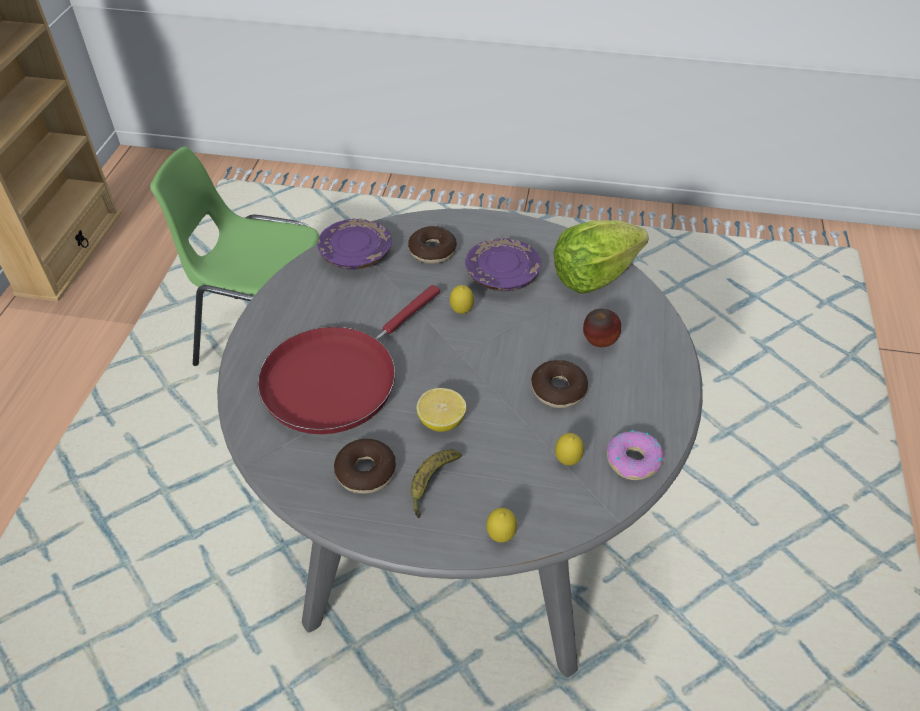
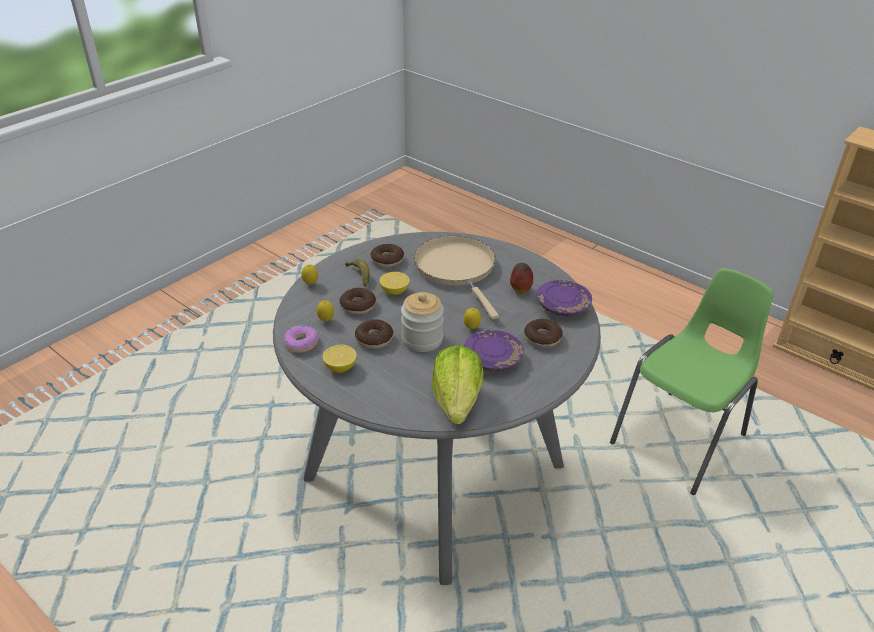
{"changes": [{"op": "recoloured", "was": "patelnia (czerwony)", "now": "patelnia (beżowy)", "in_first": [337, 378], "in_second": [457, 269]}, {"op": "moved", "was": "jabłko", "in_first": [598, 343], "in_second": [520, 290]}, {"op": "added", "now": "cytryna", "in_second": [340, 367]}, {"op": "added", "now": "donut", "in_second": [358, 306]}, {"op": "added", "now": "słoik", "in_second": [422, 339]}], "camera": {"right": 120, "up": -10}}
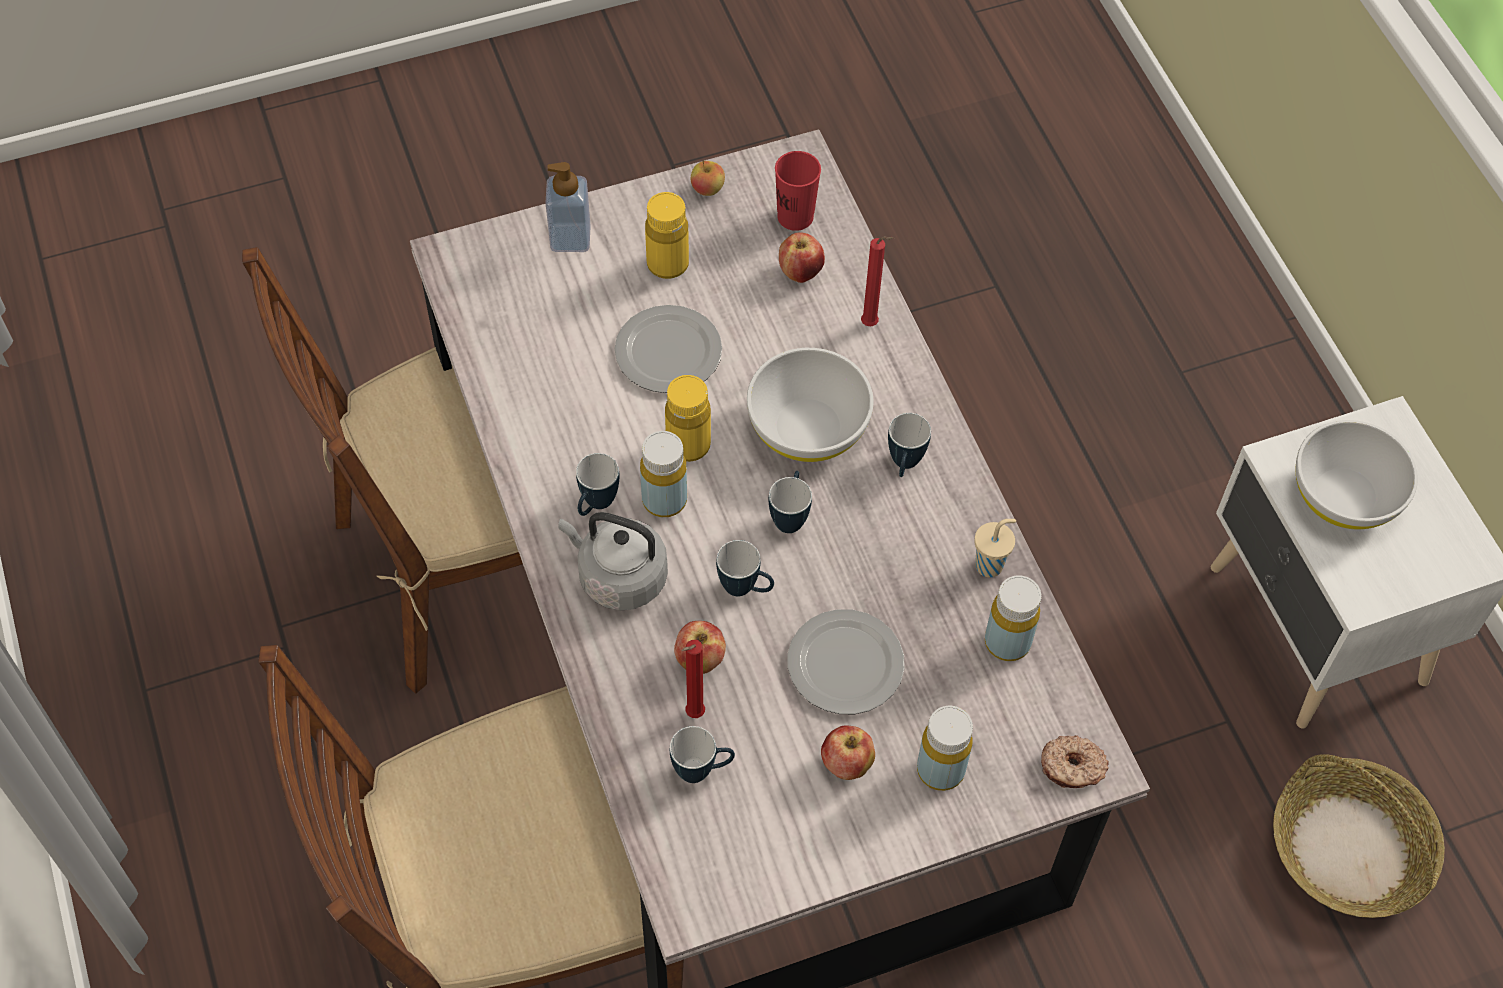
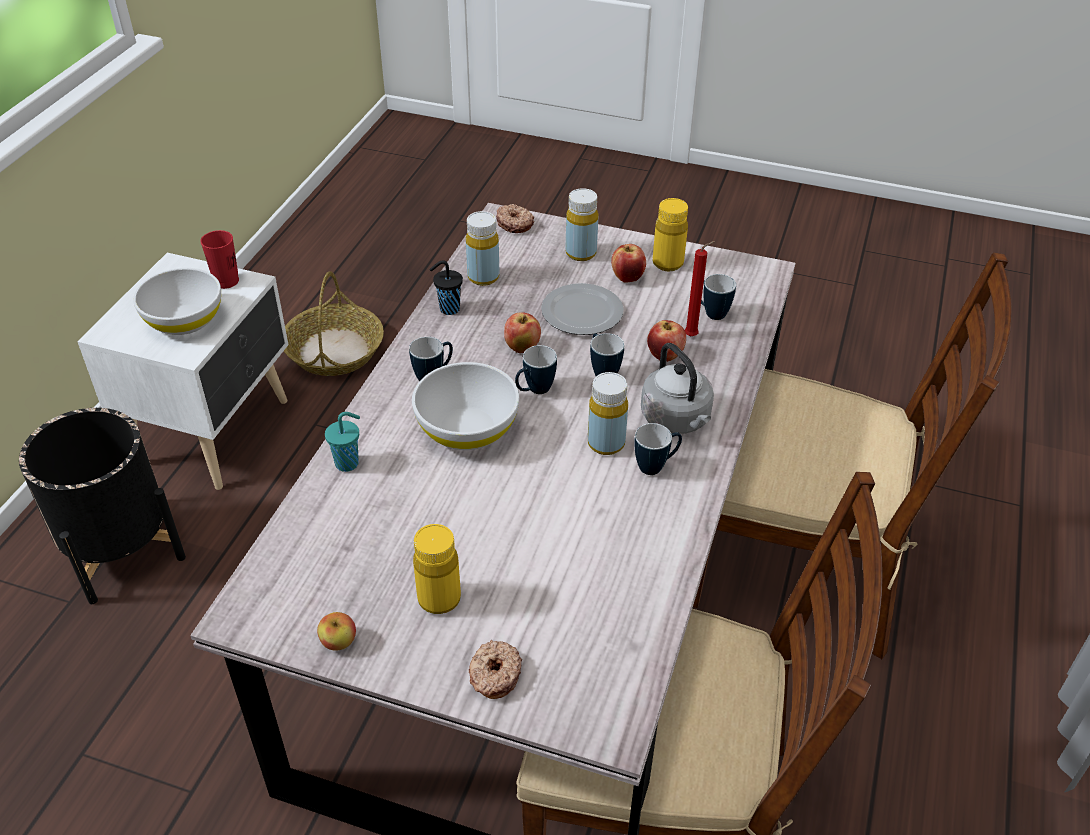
{"changes": [{"op": "replaced", "was": "dozownik mydła", "now": "donut", "in_first": [570, 238], "in_second": [494, 675]}, {"op": "removed", "was": "talerz", "in_first": [667, 351]}, {"op": "moved", "was": "butelka (żółty)", "in_first": [688, 445], "in_second": [667, 263]}, {"op": "moved", "was": "filiżanka (czerwony)", "in_first": [795, 216], "in_second": [226, 281]}, {"op": "moved", "was": "jabłko", "in_first": [800, 272], "in_second": [522, 348]}, {"op": "replaced", "was": "świeca (czerwony)", "now": "filiżanka (turkusowy)", "in_first": [872, 324], "in_second": [348, 463]}, {"op": "recoloured", "was": "filiżanka (beżowy)", "now": "filiżanka (czarny)", "in_first": [990, 565], "in_second": [448, 309]}, {"op": "added", "now": "donica (czarny)", "in_second": [120, 550]}], "camera": {"right": -140, "up": -15}}
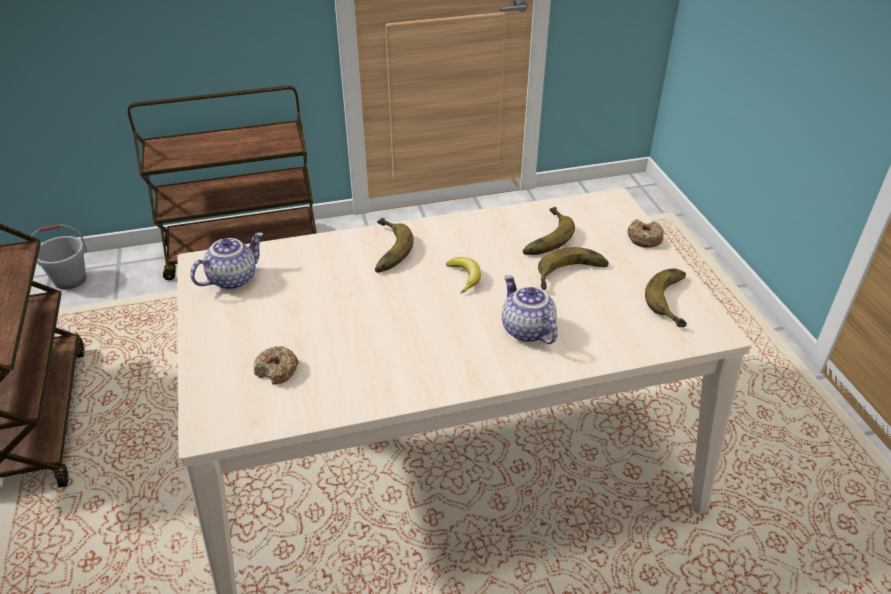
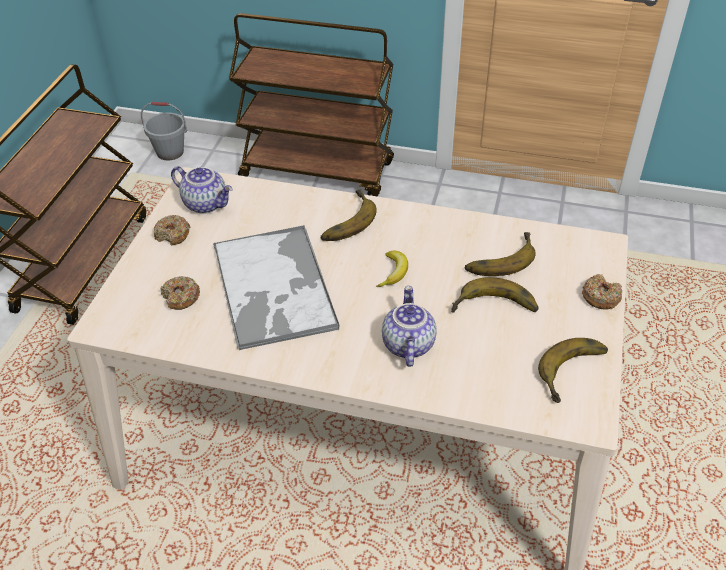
{"changes": [{"op": "turned", "was": "imbryk", "in_first": [232, 278], "in_second": [206, 203], "clockwise": 45}, {"op": "added", "now": "donut", "in_second": [173, 235]}, {"op": "added", "now": "taca", "in_second": [274, 288]}], "camera": {"right": 30, "up": 5}}
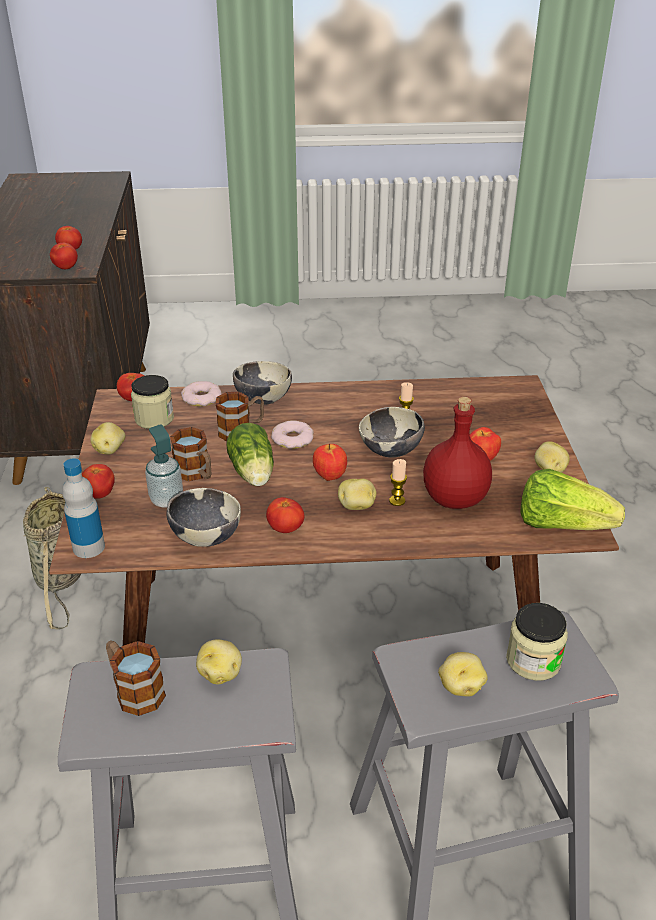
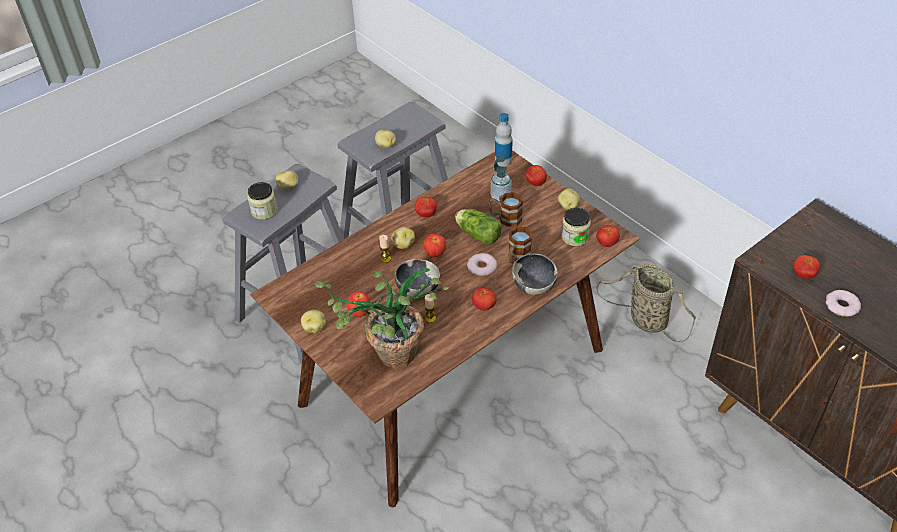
{"changes": [{"op": "moved", "was": "pomidor", "in_first": [66, 267], "in_second": [484, 306]}, {"op": "removed", "was": "kubek", "in_first": [134, 690]}, {"op": "removed", "was": "miska", "in_first": [205, 537]}, {"op": "moved", "was": "donut", "in_first": [202, 398], "in_second": [842, 306]}, {"op": "removed", "was": "butelka (czerwony)", "in_first": [453, 498]}, {"op": "removed", "was": "sałata", "in_first": [561, 524]}, {"op": "added", "now": "roślina doniczkowa", "in_second": [387, 358]}], "camera": {"right": 145, "up": 10}}
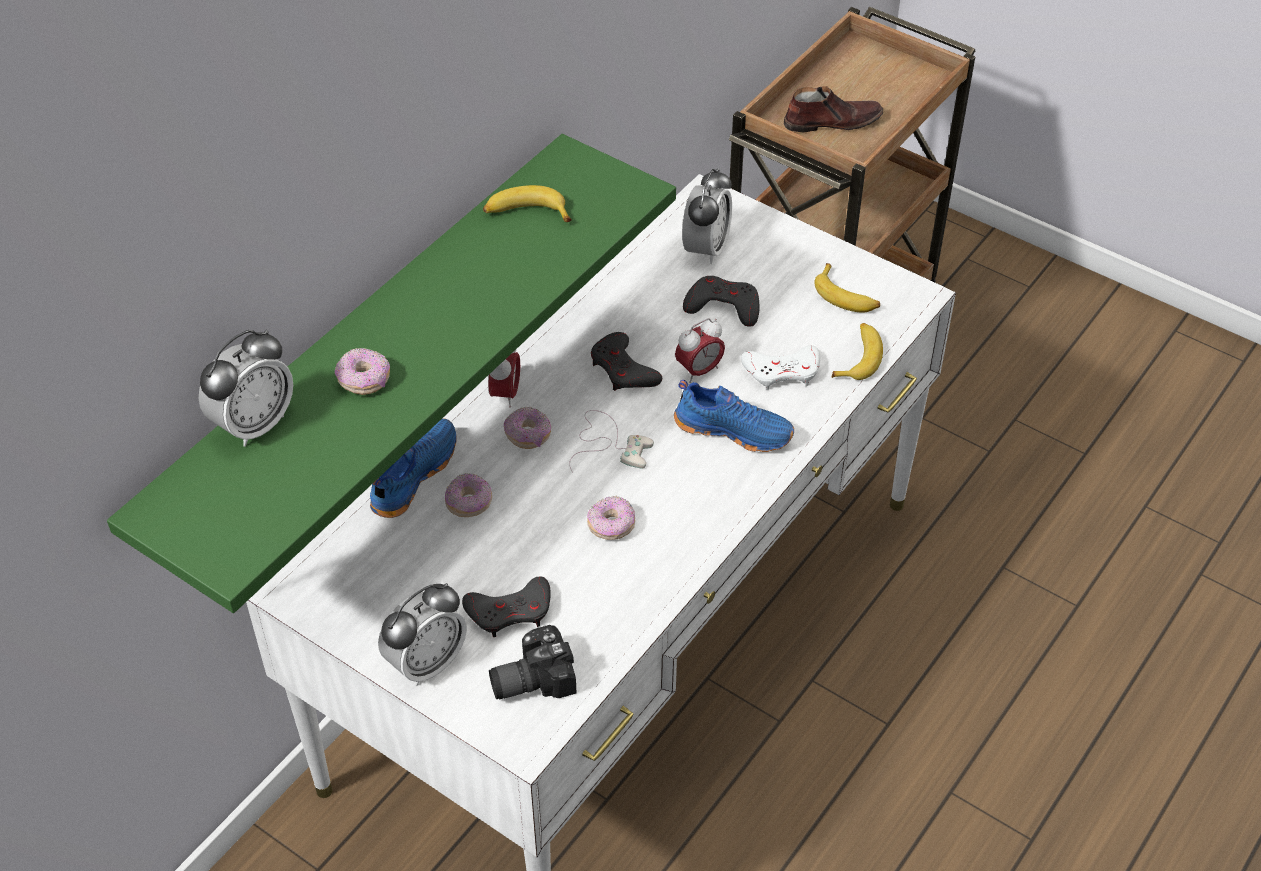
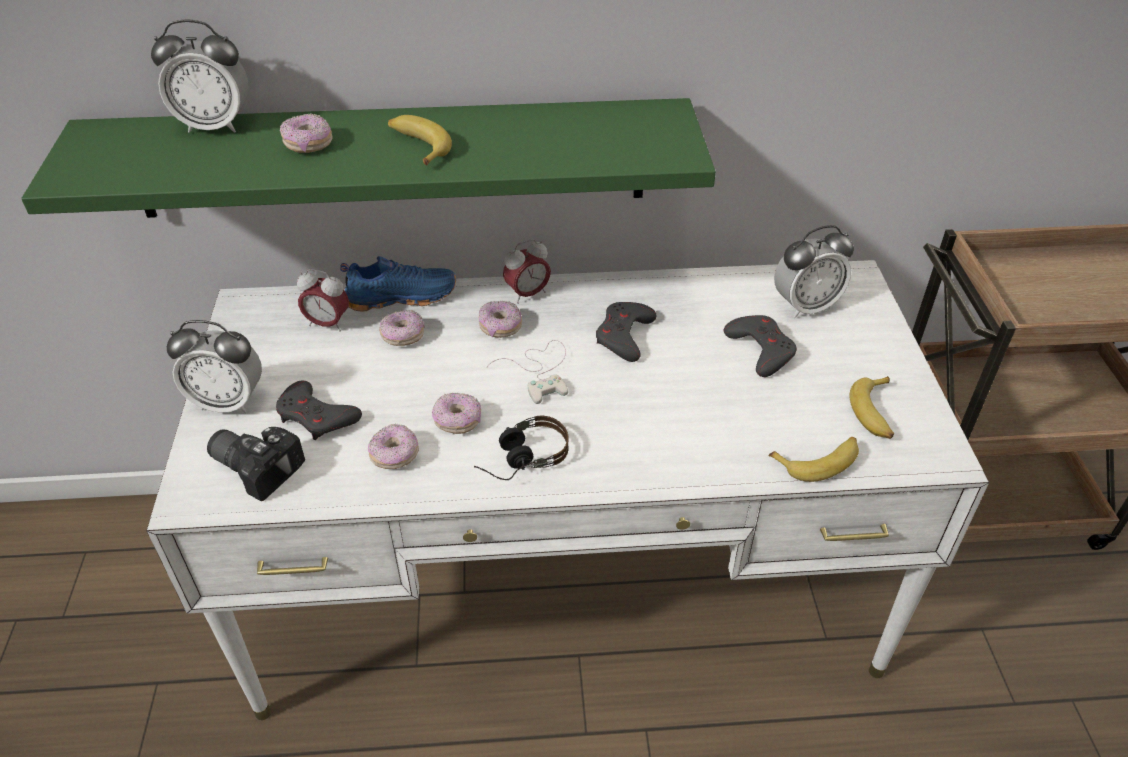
{"changes": [{"op": "moved", "was": "banan", "in_first": [526, 213], "in_second": [418, 146]}, {"op": "removed", "was": "but (niebieski)", "in_first": [734, 429]}, {"op": "moved", "was": "budzik", "in_first": [699, 371], "in_second": [328, 324]}, {"op": "removed", "was": "pad do gier (biały)", "in_first": [782, 371]}, {"op": "removed", "was": "but (brązowy)", "in_first": [832, 122]}, {"op": "added", "now": "donut", "in_second": [395, 455]}, {"op": "added", "now": "słuchawki", "in_second": [519, 459]}], "camera": {"right": 50, "up": -5}}
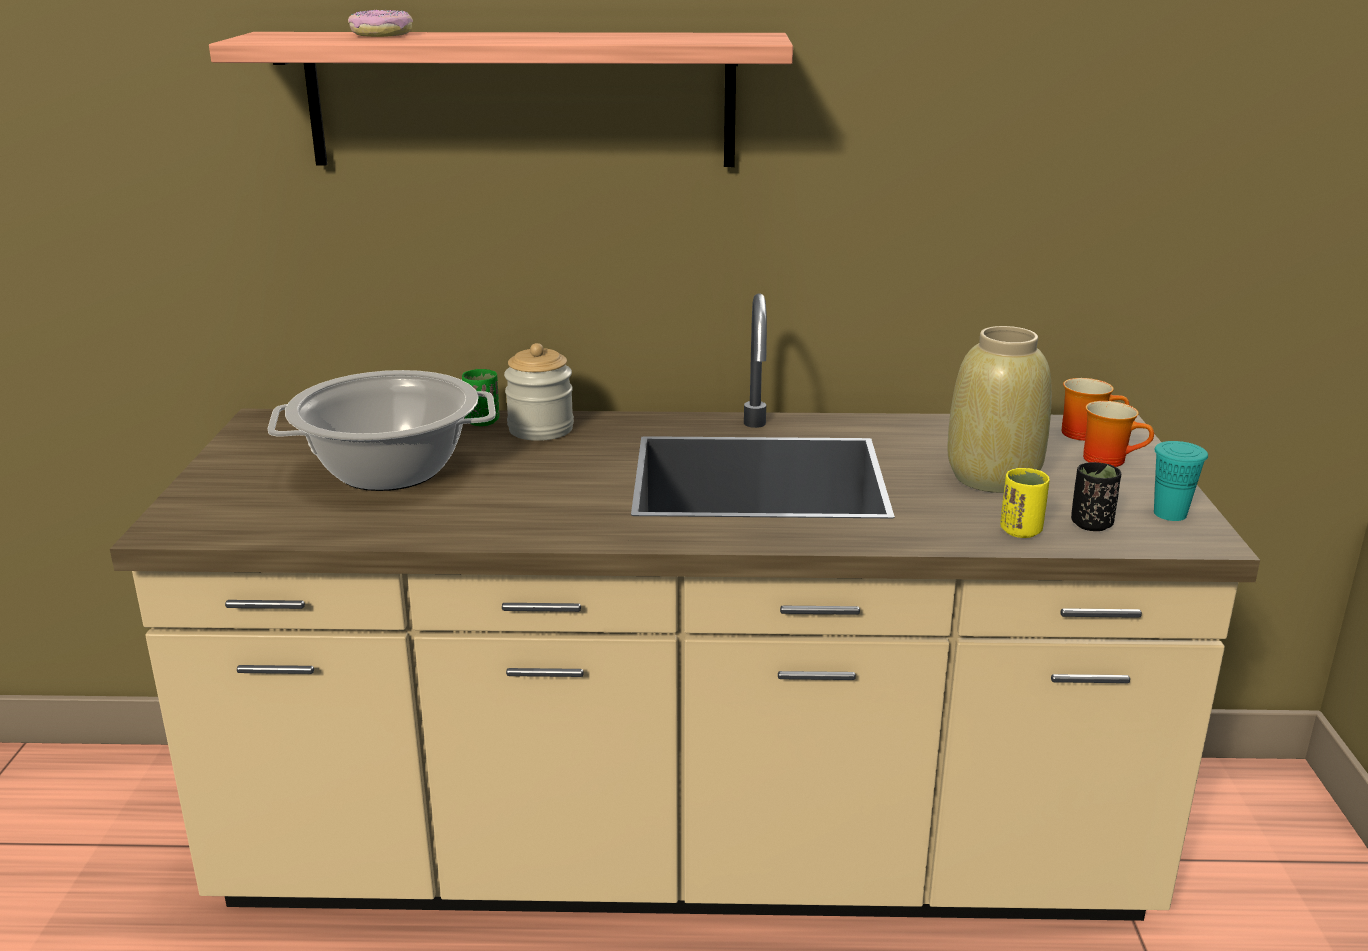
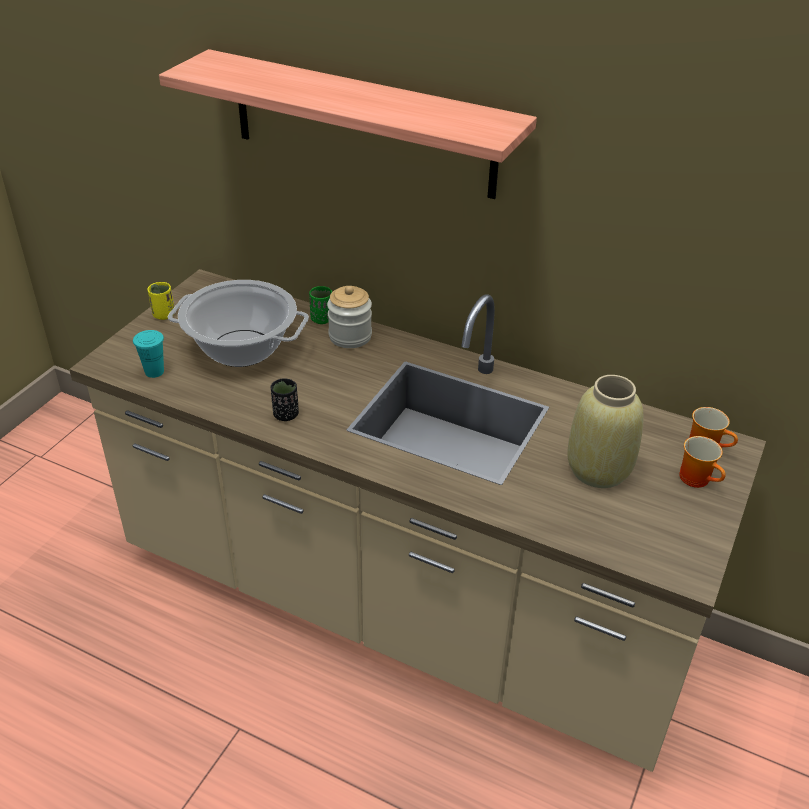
{"changes": [{"op": "removed", "was": "donut", "in_first": [382, 34]}, {"op": "moved", "was": "filiżanka (żółty)", "in_first": [1020, 531], "in_second": [163, 315]}, {"op": "moved", "was": "filiżanka (czarny)", "in_first": [1091, 524], "in_second": [286, 415]}, {"op": "moved", "was": "filiżanka (turkusowy)", "in_first": [1170, 514], "in_second": [154, 372]}], "camera": {"right": 25, "up": 15}}
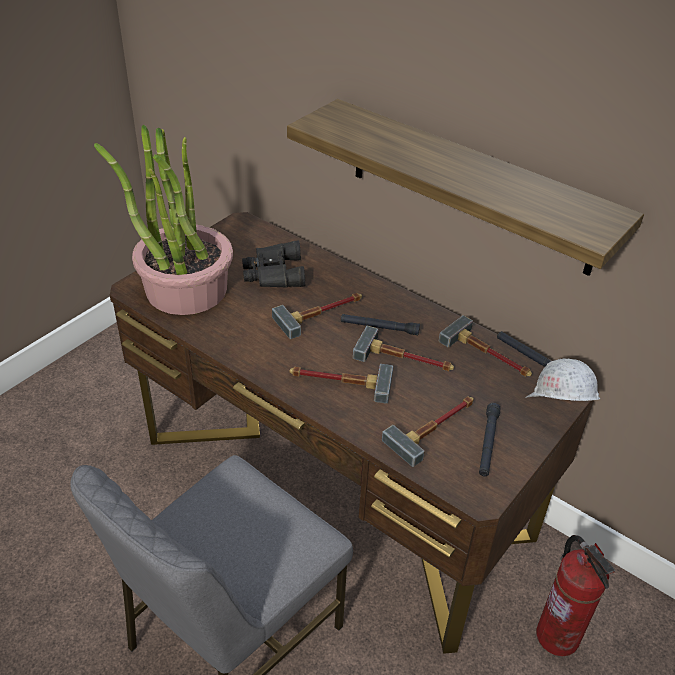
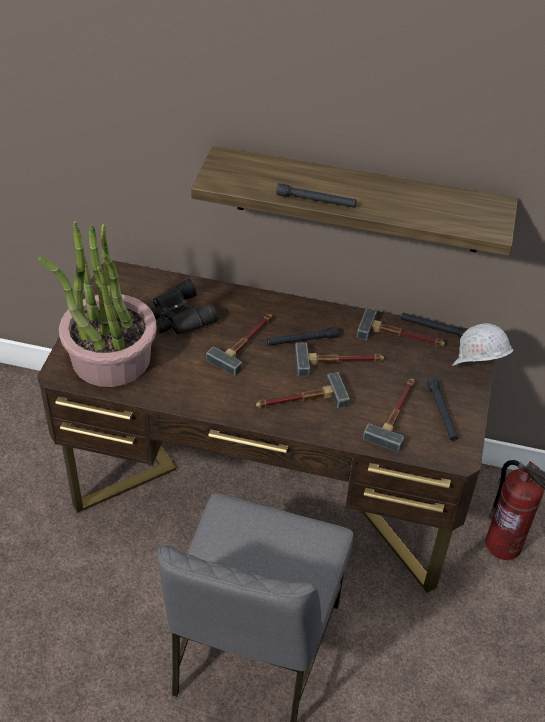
{"changes": [{"op": "added", "now": "latarka (czarny)", "in_second": [316, 201]}], "camera": {"right": -25, "up": 5}}
